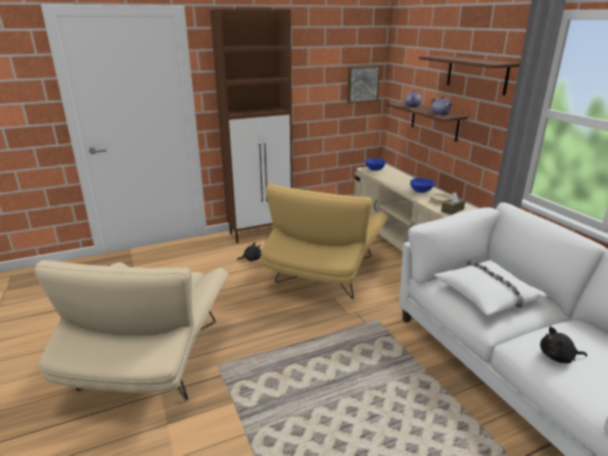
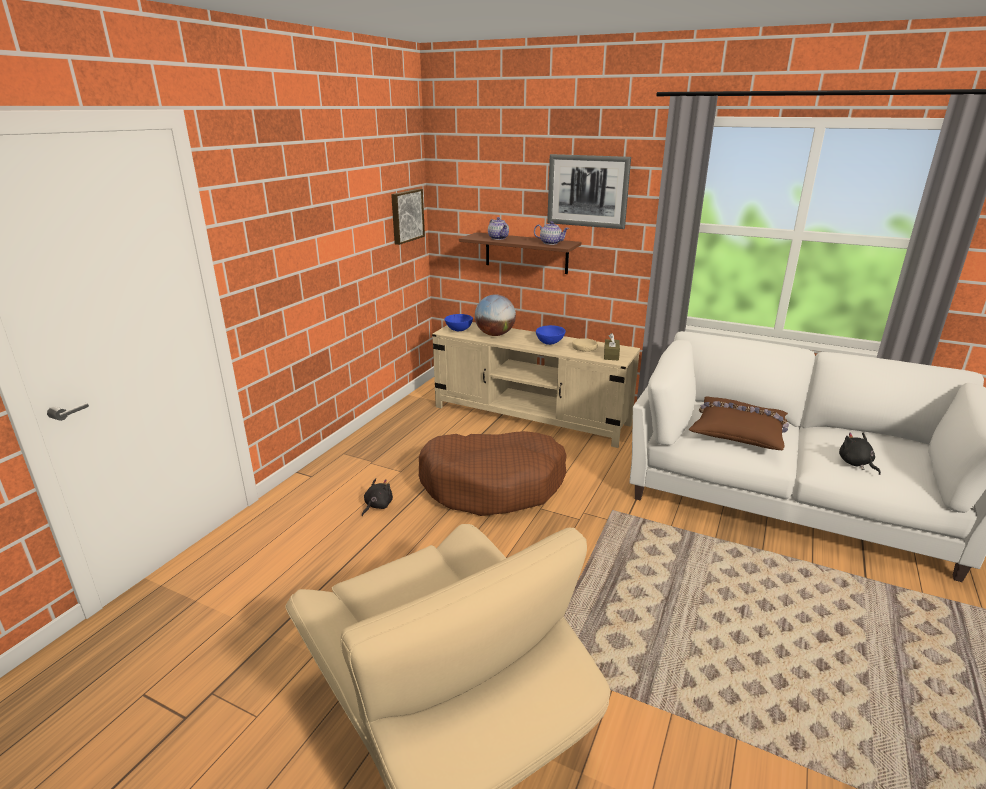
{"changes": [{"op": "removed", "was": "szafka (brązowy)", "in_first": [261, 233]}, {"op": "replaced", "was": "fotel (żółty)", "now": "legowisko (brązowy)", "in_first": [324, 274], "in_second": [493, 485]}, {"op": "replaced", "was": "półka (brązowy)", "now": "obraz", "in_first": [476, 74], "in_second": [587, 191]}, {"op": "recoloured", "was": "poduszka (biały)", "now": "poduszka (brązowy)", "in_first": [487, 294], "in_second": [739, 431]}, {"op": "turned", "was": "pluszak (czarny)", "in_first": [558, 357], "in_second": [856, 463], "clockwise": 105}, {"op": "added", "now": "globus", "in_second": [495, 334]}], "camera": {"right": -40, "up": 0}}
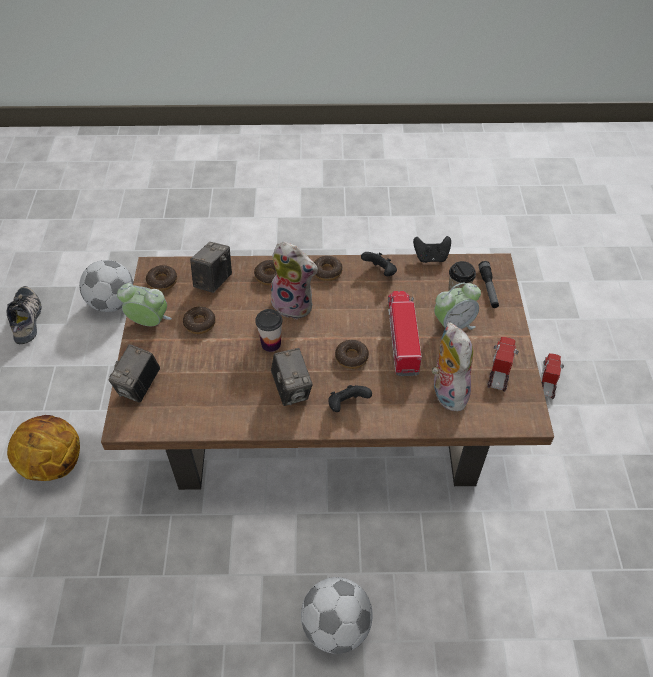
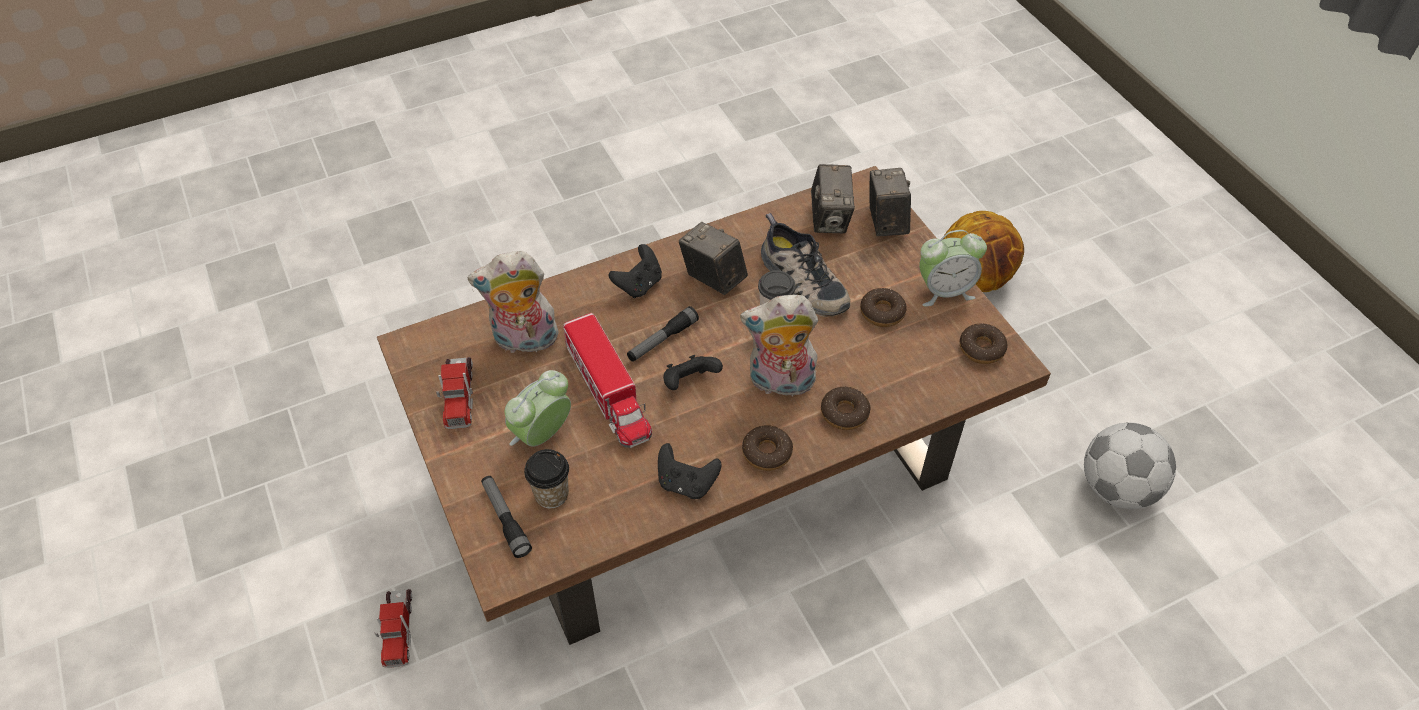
{"changes": [{"op": "moved", "was": "but", "in_first": [28, 319], "in_second": [800, 281]}, {"op": "moved", "was": "aparat fotograficzny", "in_first": [213, 280], "in_second": [830, 219]}, {"op": "removed", "was": "piłka futbolowa", "in_first": [336, 626]}, {"op": "replaced", "was": "donut", "now": "latarka", "in_first": [351, 357], "in_second": [662, 340]}, {"op": "moved", "was": "pad do gier (czarny)", "in_first": [431, 257], "in_second": [689, 383]}, {"op": "turned", "was": "pluszak", "in_first": [446, 391], "in_second": [524, 341], "clockwise": 120}], "camera": {"right": 155, "up": 0}}
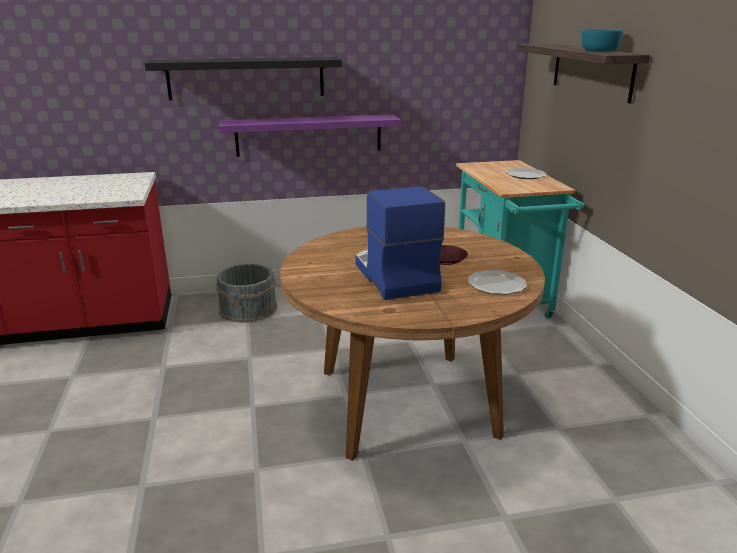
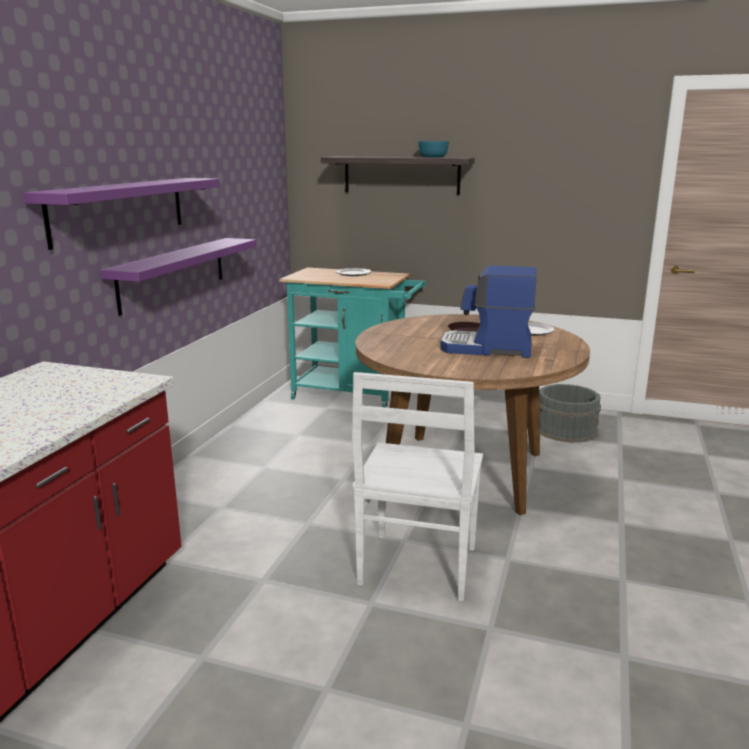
{"changes": [{"op": "recoloured", "was": "półka (czarny)", "now": "półka (fioletowy)", "in_first": [246, 78], "in_second": [119, 210]}, {"op": "moved", "was": "wiadro (szary)", "in_first": [249, 308], "in_second": [566, 429]}, {"op": "added", "now": "krzesło (biały)", "in_second": [417, 568]}], "camera": {"right": -60, "up": -5}}
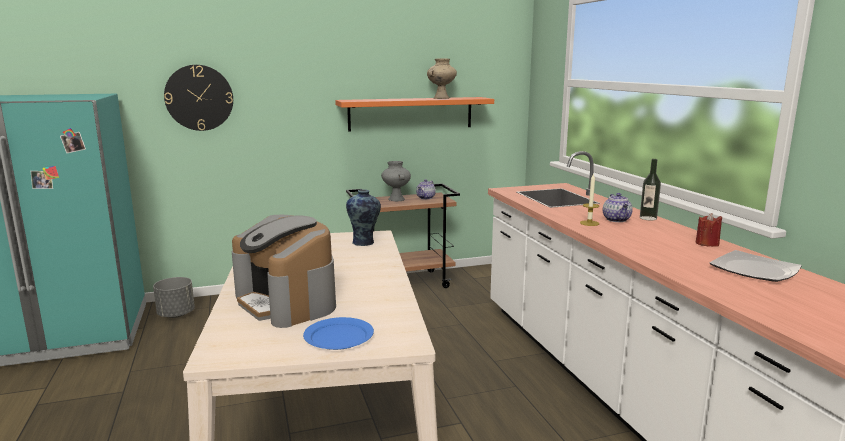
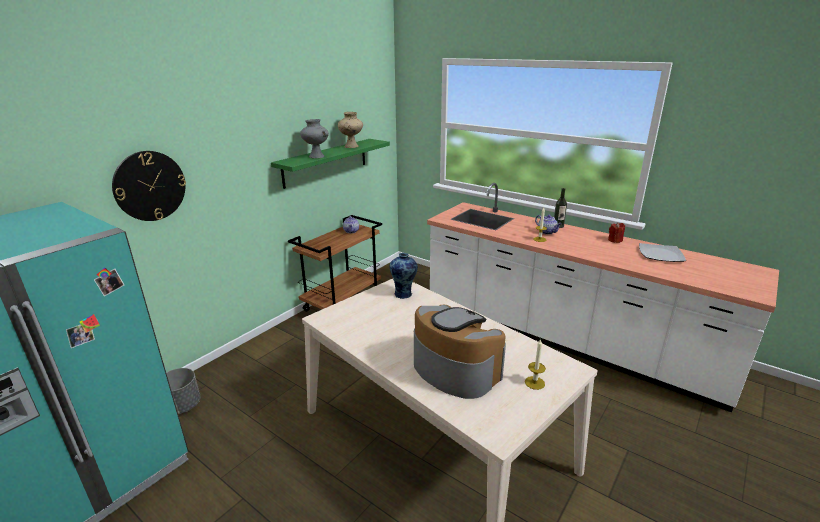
{"changes": [{"op": "turned", "was": "ekspres do kawy", "in_first": [287, 302], "in_second": [454, 369], "clockwise": -150}, {"op": "replaced", "was": "talerz (niebieski)", "now": "świeca", "in_first": [339, 337], "in_second": [534, 383]}, {"op": "recoloured", "was": "półka (pomarańczowy)", "now": "półka (zielony)", "in_first": [411, 113], "in_second": [326, 162]}, {"op": "moved", "was": "wazon (szary)", "in_first": [396, 199], "in_second": [316, 156]}], "camera": {"right": -35, "up": 10}}
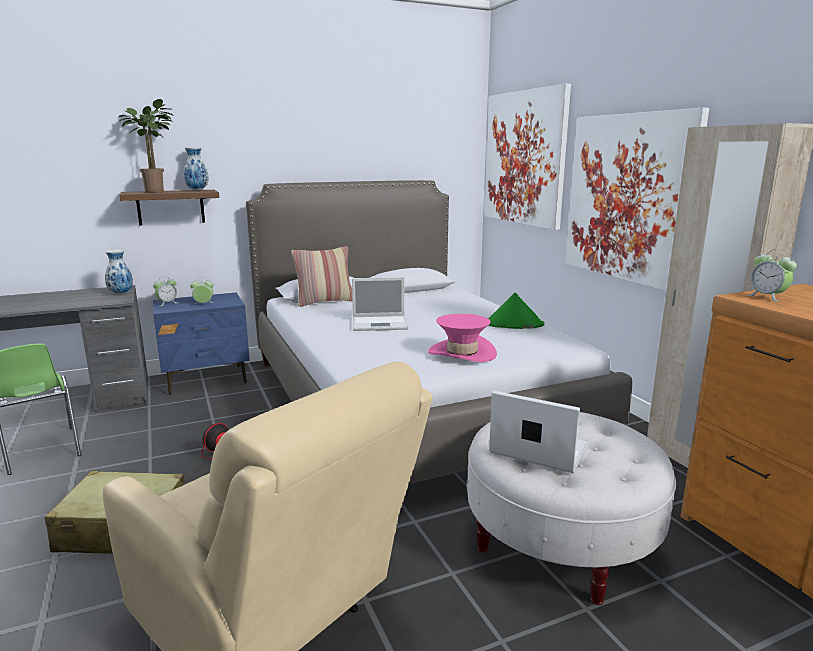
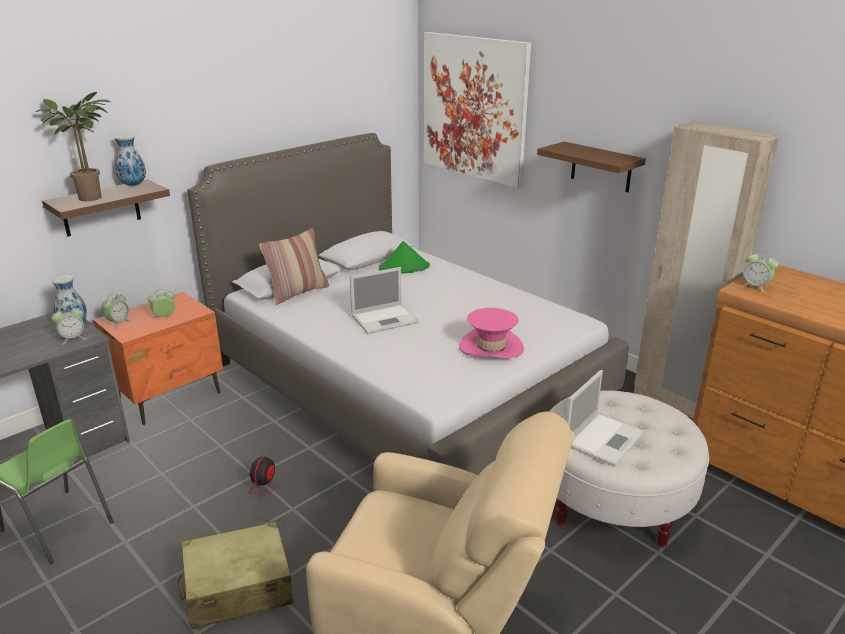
{"changes": [{"op": "recoloured", "was": "szafka nocna (niebieski)", "now": "szafka nocna (pomarańczowy)", "in_first": [207, 379], "in_second": [170, 396]}, {"op": "moved", "was": "kapelusz (zielony)", "in_first": [514, 324], "in_second": [404, 268]}, {"op": "turned", "was": "laptop", "in_first": [537, 449], "in_second": [604, 438], "clockwise": 120}, {"op": "replaced", "was": "obraz", "now": "półka (brązowy)", "in_first": [629, 198], "in_second": [601, 167]}, {"op": "added", "now": "budzik", "in_second": [73, 338]}], "camera": {"right": -20, "up": 10}}
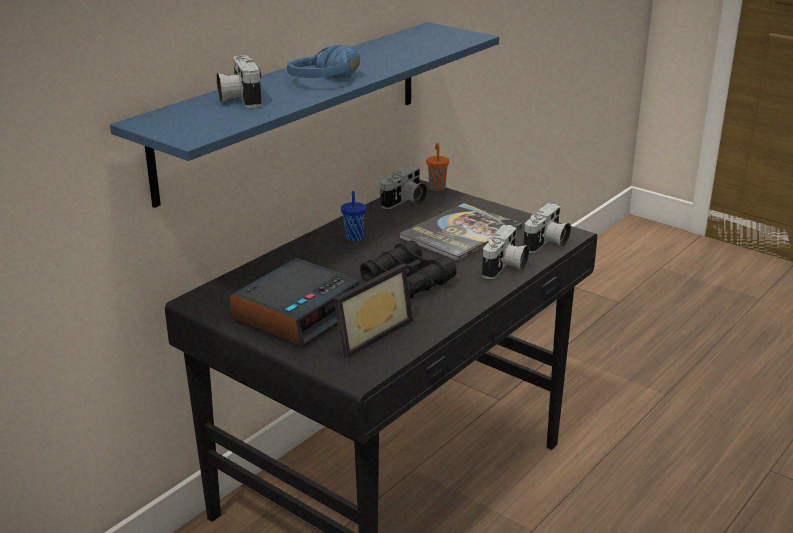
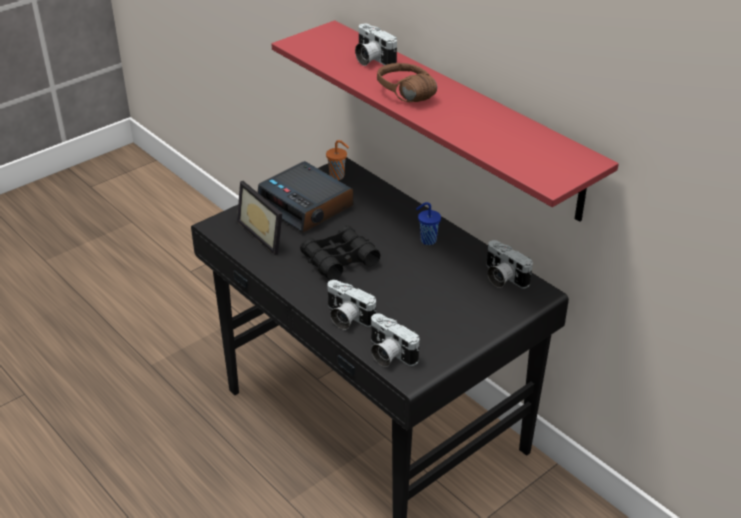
{"changes": [{"op": "recoloured", "was": "półka (niebieski)", "now": "półka (czerwony)", "in_first": [294, 107], "in_second": [458, 117]}, {"op": "turned", "was": "aparat fotograficzny", "in_first": [239, 98], "in_second": [371, 59], "clockwise": -120}, {"op": "recoloured", "was": "słuchawki (niebieski)", "now": "słuchawki (brązowy)", "in_first": [333, 83], "in_second": [399, 96]}, {"op": "removed", "was": "książka", "in_first": [461, 233]}, {"op": "moved", "was": "filiżanka (pomarańczowy)", "in_first": [437, 187], "in_second": [338, 176]}], "camera": {"right": 100, "up": 10}}
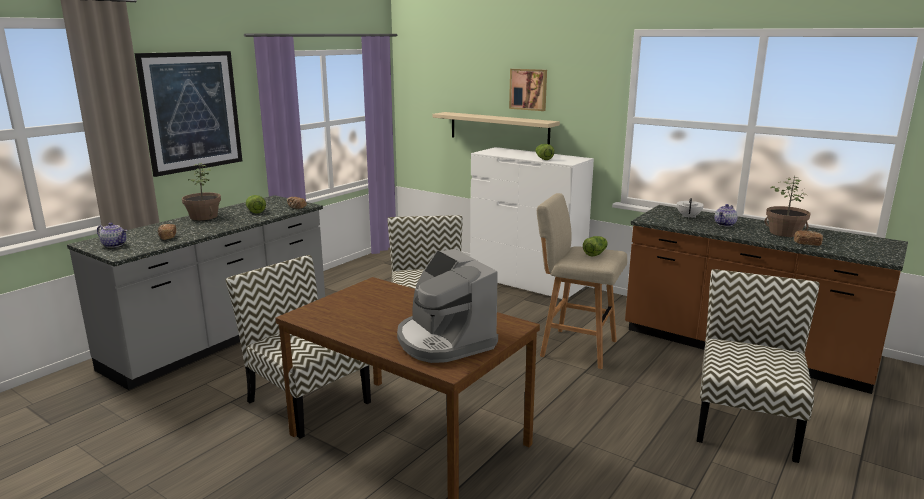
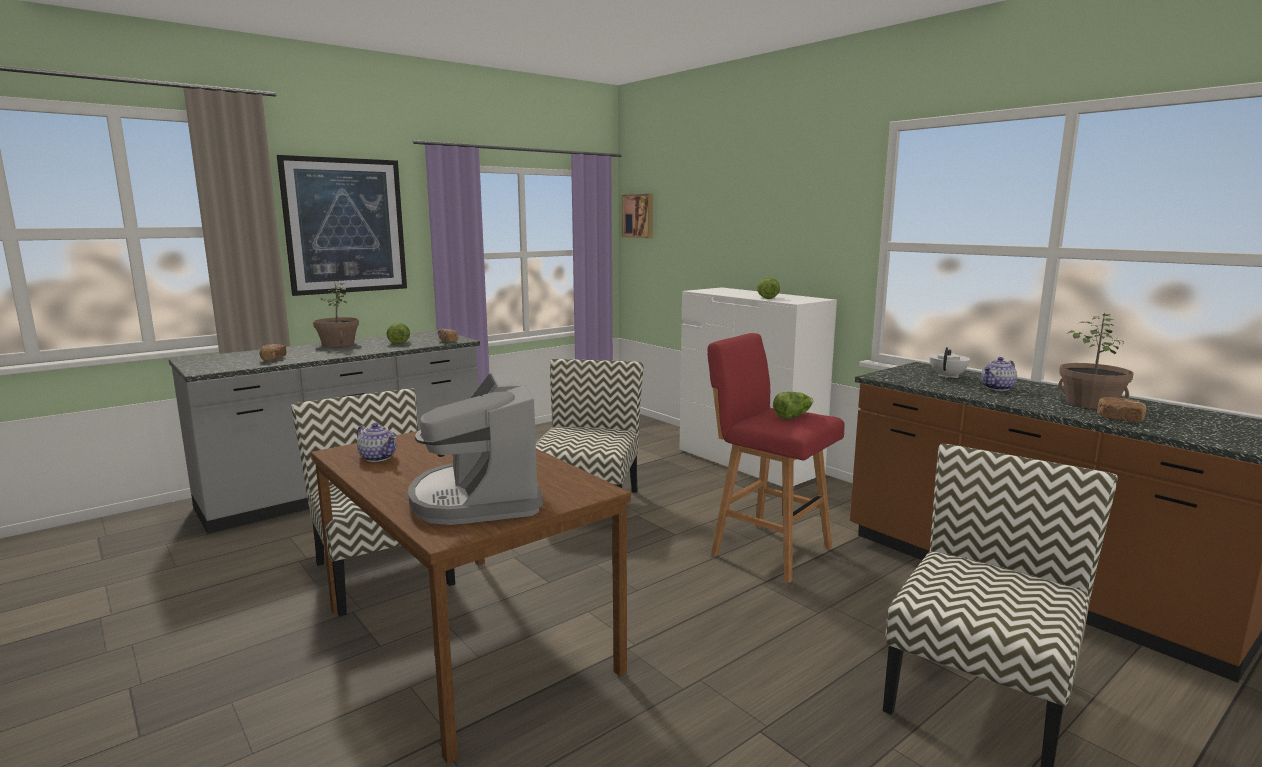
{"changes": [{"op": "moved", "was": "imbryk", "in_first": [115, 245], "in_second": [379, 457]}, {"op": "removed", "was": "półka (beżowy)", "in_first": [498, 129]}, {"op": "moved", "was": "obraz", "in_first": [528, 89], "in_second": [638, 216]}, {"op": "recoloured", "was": "stołek (beżowy)", "now": "stołek (czerwony)", "in_first": [575, 347], "in_second": [768, 550]}], "camera": {"right": 15, "up": -5}}
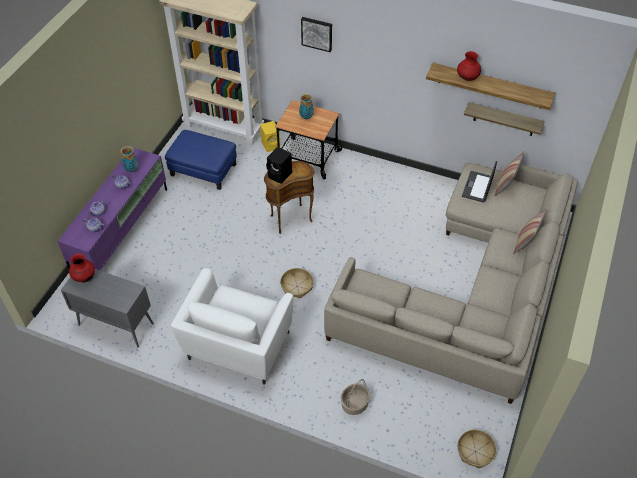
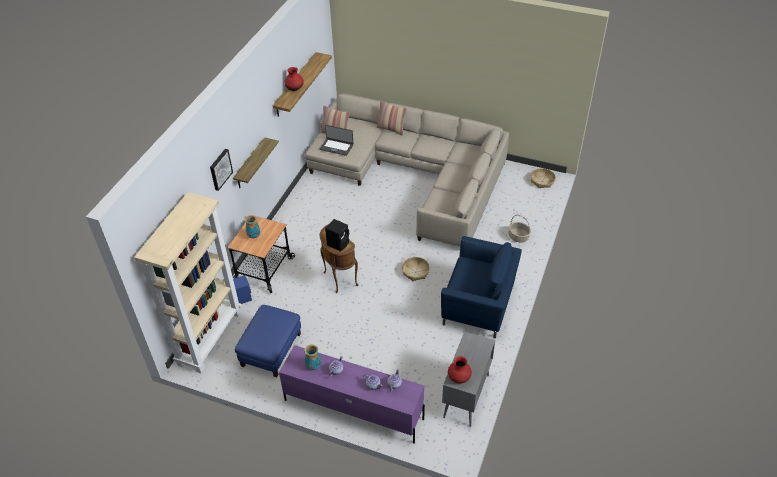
{"changes": [{"op": "recoloured", "was": "fotel (biały)", "now": "fotel (niebieski)", "in_first": [237, 346], "in_second": [479, 306]}, {"op": "recoloured", "was": "głośnik (żółty)", "now": "głośnik (niebieski)", "in_first": [271, 145], "in_second": [242, 297]}, {"op": "moved", "was": "półka", "in_first": [504, 119], "in_second": [250, 164]}], "camera": {"right": -90, "up": -5}}
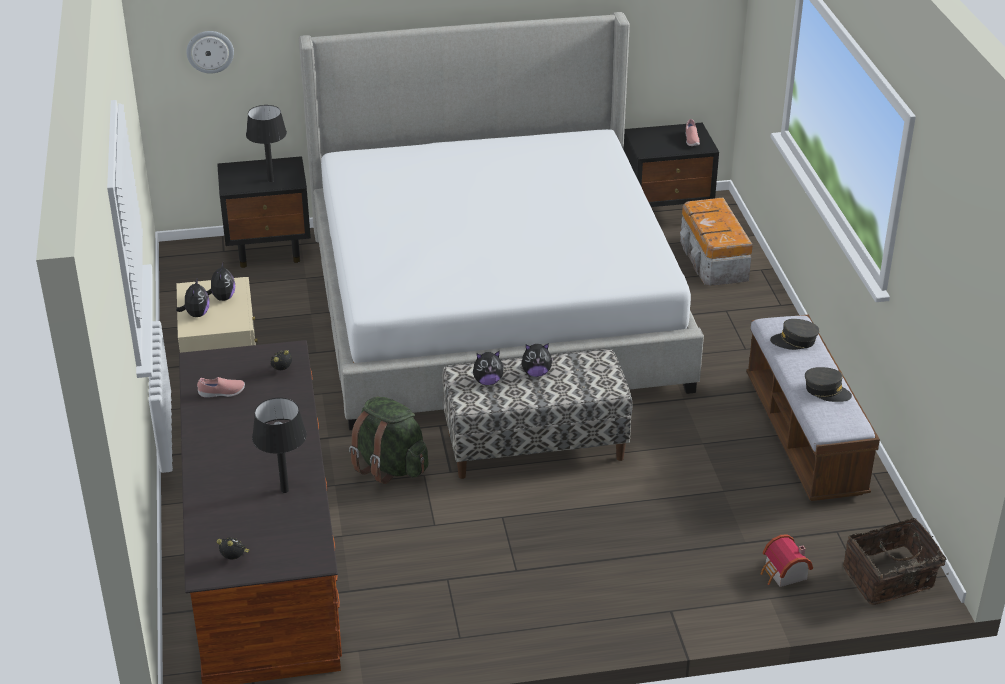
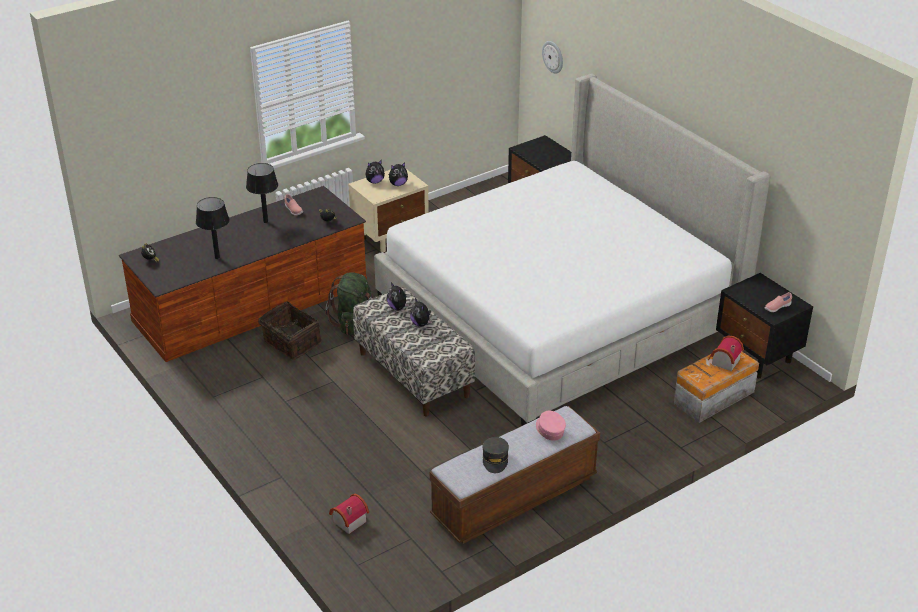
{"changes": [{"op": "moved", "was": "lampa stołowa (czarny)", "in_first": [270, 180], "in_second": [265, 221]}, {"op": "recoloured", "was": "czapka z daszkiem (szary)", "now": "czapka z daszkiem (różowy)", "in_first": [794, 341], "in_second": [549, 430]}, {"op": "moved", "was": "koszyk", "in_first": [890, 579], "in_second": [290, 343]}, {"op": "added", "now": "domek", "in_second": [723, 362]}], "camera": {"right": 65, "up": 0}}
